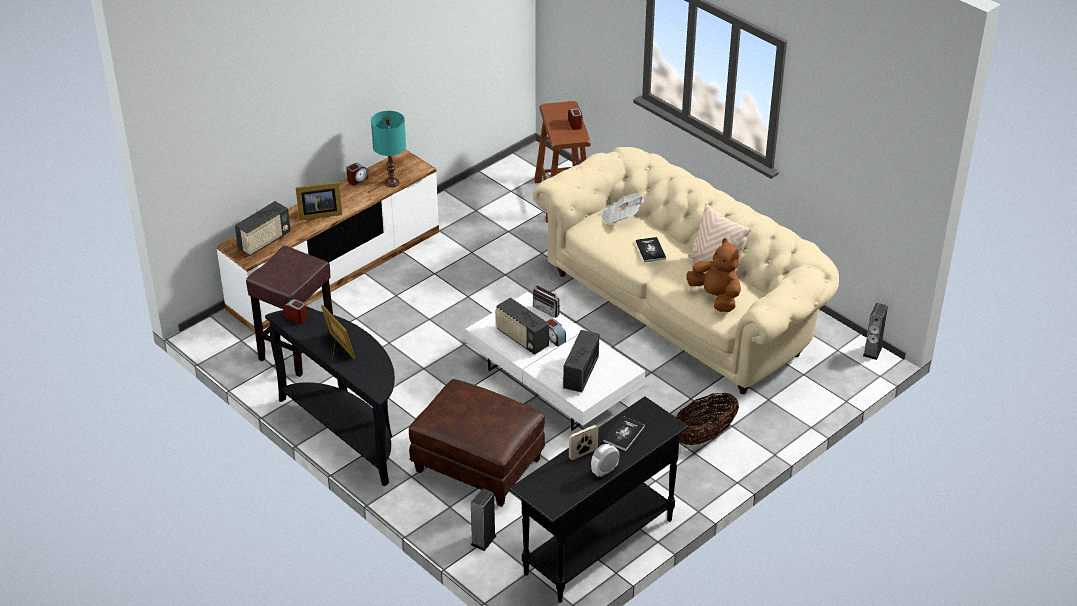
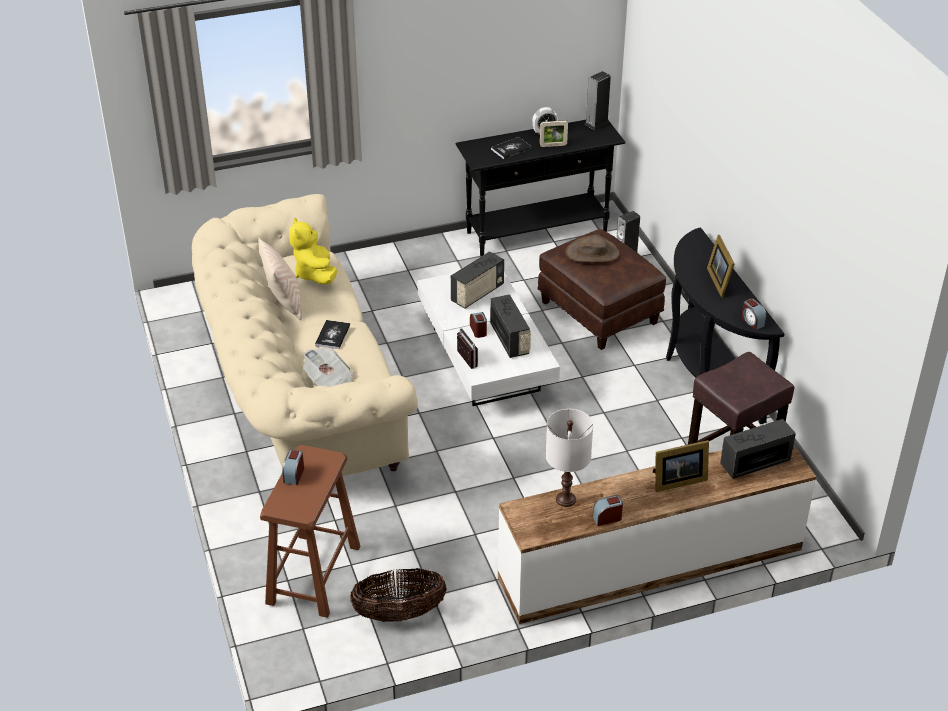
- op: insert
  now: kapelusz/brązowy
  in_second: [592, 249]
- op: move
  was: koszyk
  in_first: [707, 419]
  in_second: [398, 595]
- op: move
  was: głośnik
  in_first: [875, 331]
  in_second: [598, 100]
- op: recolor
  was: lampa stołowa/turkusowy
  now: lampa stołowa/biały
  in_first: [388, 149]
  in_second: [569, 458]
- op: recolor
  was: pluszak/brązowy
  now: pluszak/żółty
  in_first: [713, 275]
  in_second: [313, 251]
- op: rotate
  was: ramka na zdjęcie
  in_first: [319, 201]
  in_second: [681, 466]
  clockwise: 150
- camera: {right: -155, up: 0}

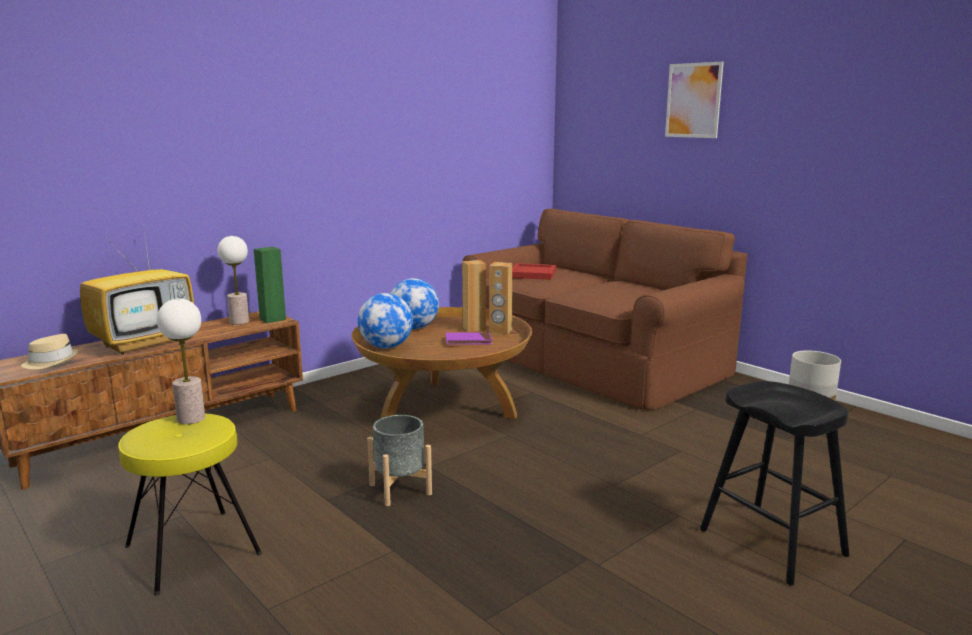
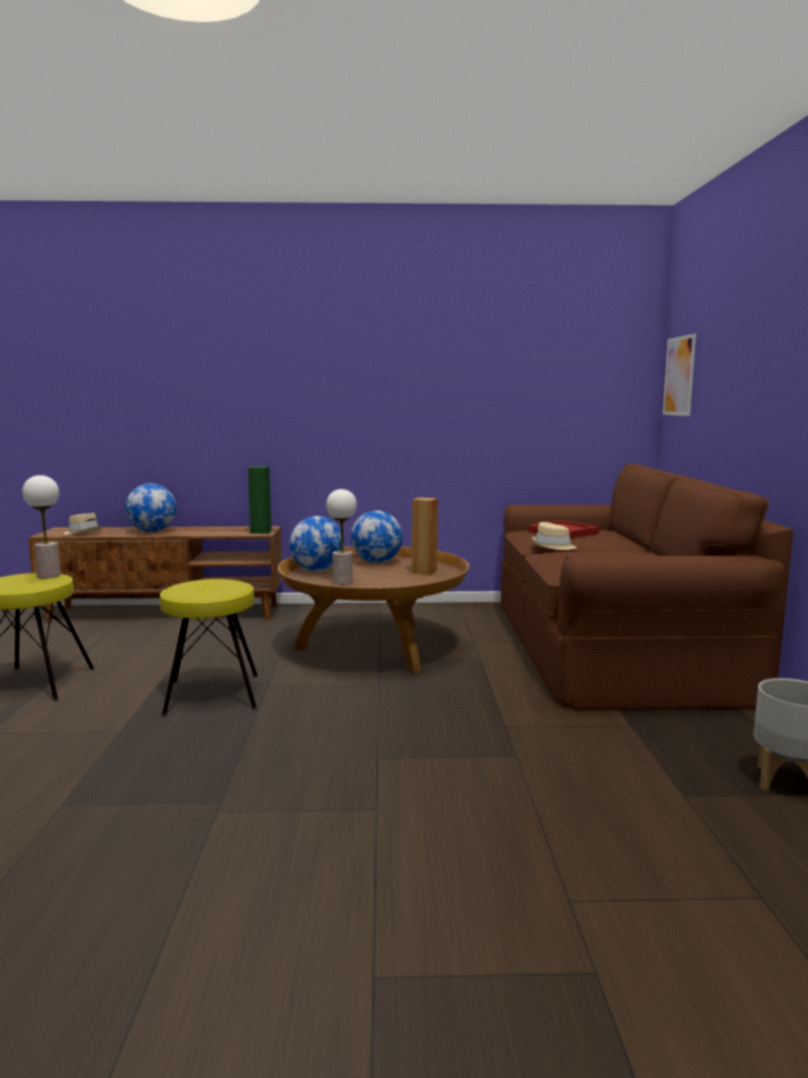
- op: delete
  was: książka/fioletowy
  in_first: [469, 338]
- op: delete
  was: głośnik/brązowy
  in_first: [500, 298]
- op: delete
  was: stołek/czarny
  in_first: [775, 483]
- op: insert
  now: kapelusz/beżowy
  in_second: [554, 536]
- op: move
  was: lampa stołowa
  in_first: [233, 280]
  in_second: [341, 537]
- op: move
  was: obraz
  in_first: [694, 100]
  in_second: [679, 375]
- op: replace
  was: telewizor
  now: globus
  in_first: [137, 290]
  in_second: [150, 507]
- op: replace
  was: donica/szary
  now: stołek/żółty
  in_first: [399, 460]
  in_second: [209, 647]
- camera: {right: 40, up: -5}

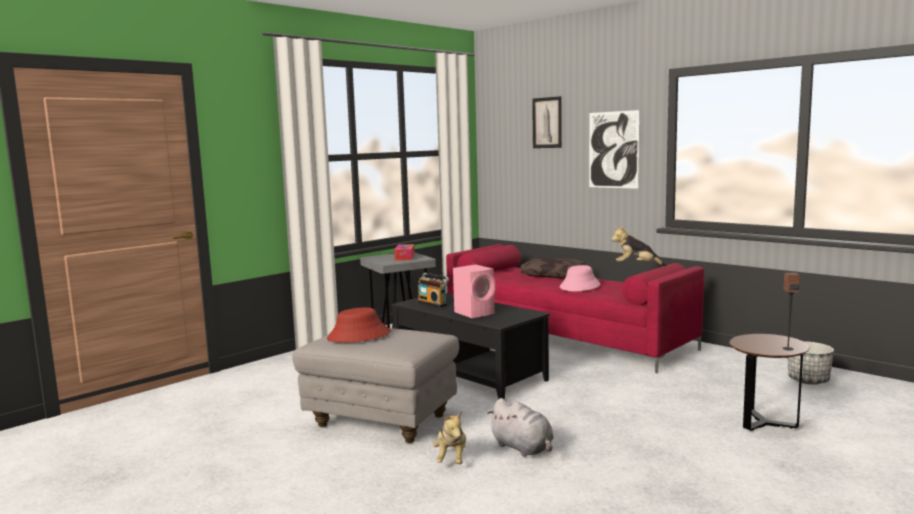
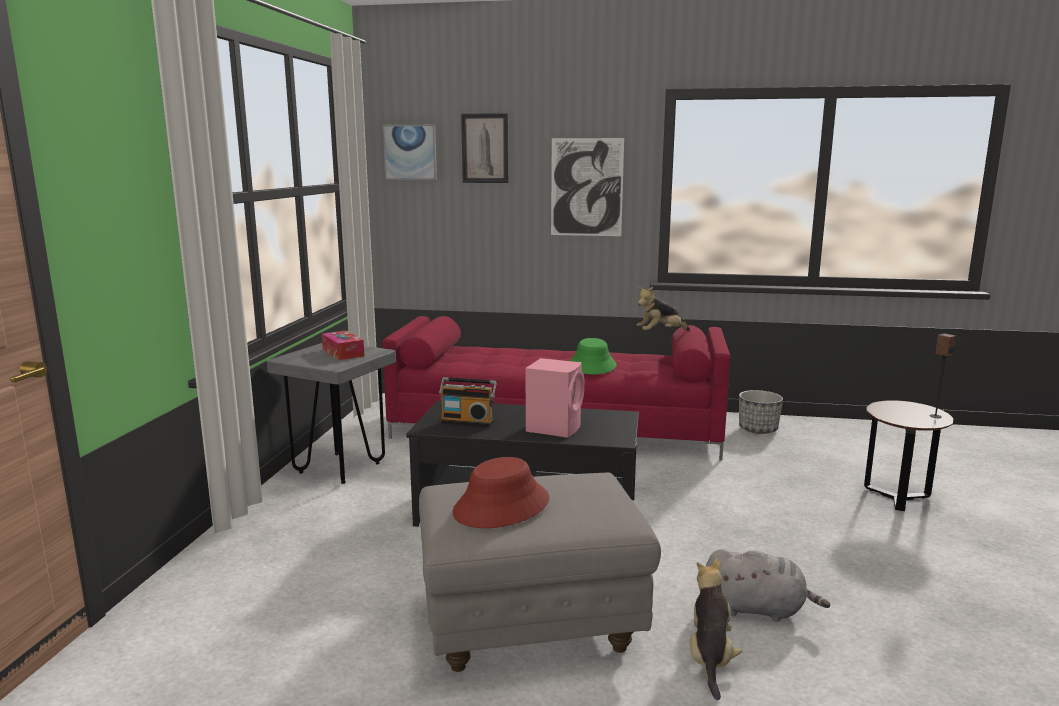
- op: delete
  was: poduszka/brązowy
  in_first: [553, 267]
- op: insert
  now: obraz
  in_second: [410, 152]
- op: move
  was: donica
  in_first: [811, 363]
  in_second: [761, 412]
- op: recolor
  was: kapelusz/różowy
  now: kapelusz/zielony
  in_first: [580, 278]
  in_second: [593, 356]
- op: rotate
  was: pluszak
  in_first: [449, 437]
  in_second: [716, 629]
  clockwise: -135
- camera: {right: -35, up: 5}

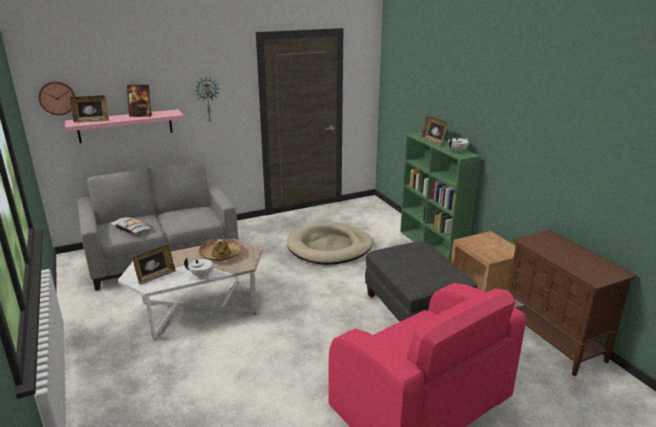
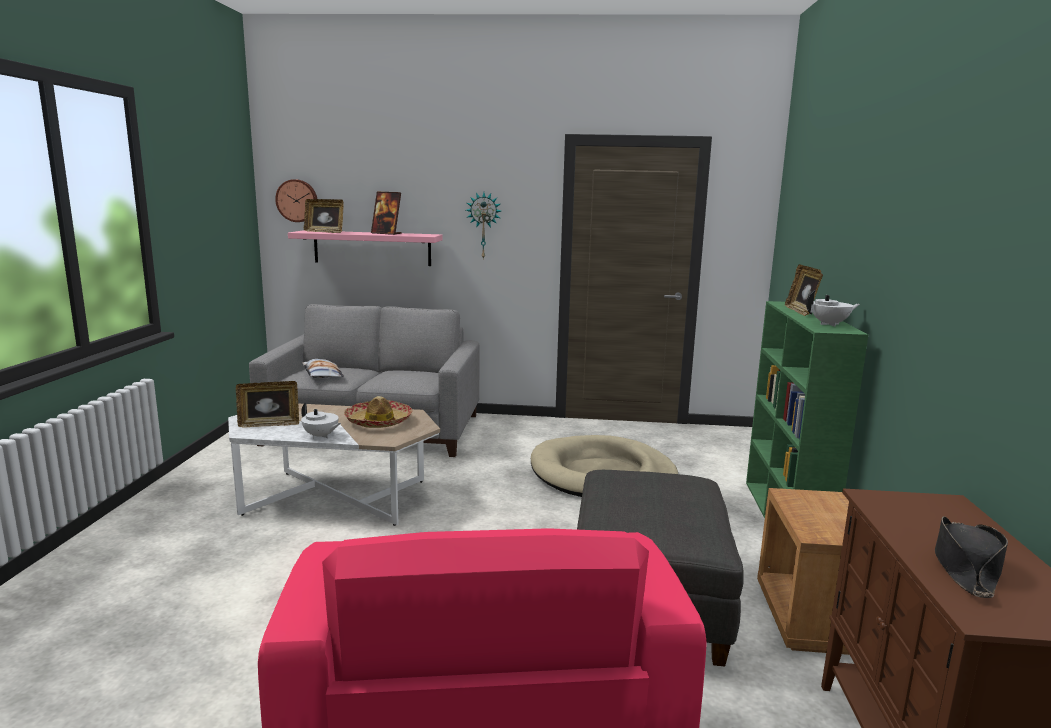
- op: insert
  now: kapelusz/czarny
  in_second: [971, 557]
- camera: {right: 30, up: -10}

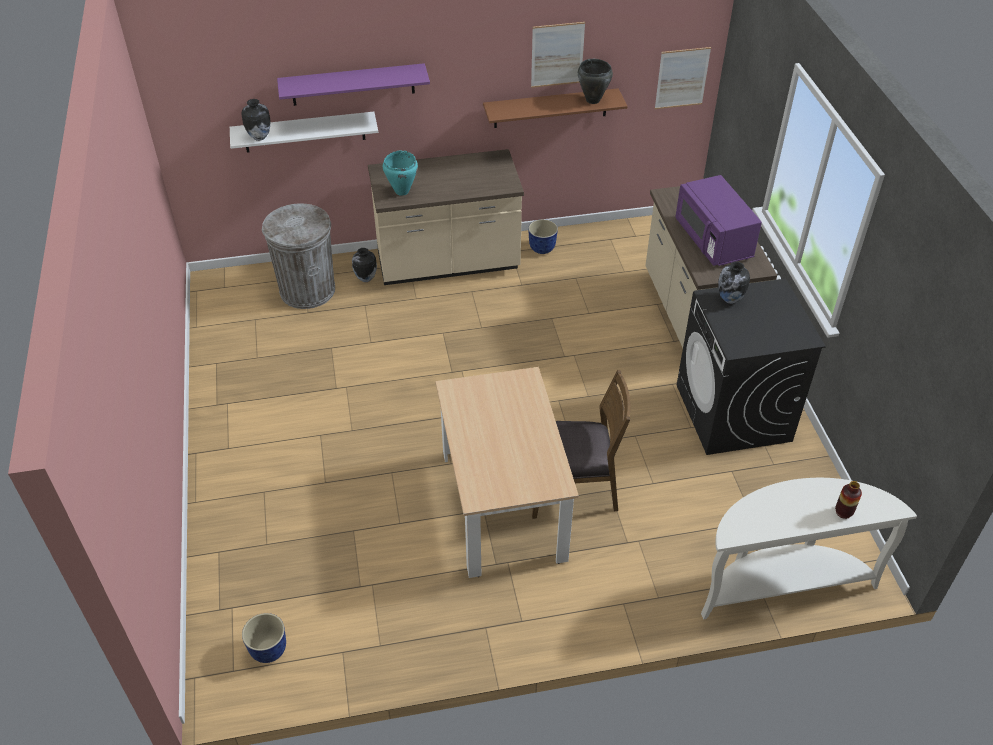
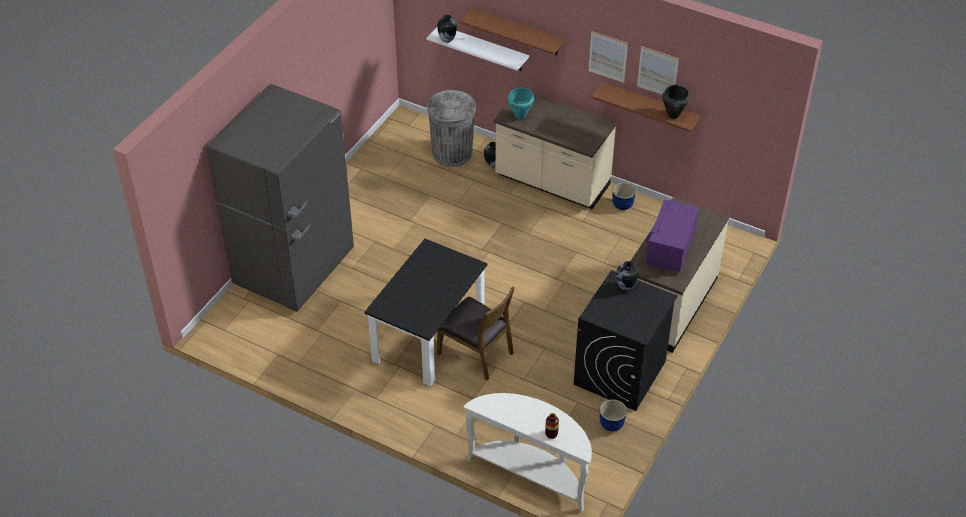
- op: insert
  now: lodówka/szary
  in_second: [280, 198]
- op: move
  was: donica
  in_first: [264, 638]
  in_second: [613, 415]
- op: move
  was: obraz
  in_first: [683, 78]
  in_second: [608, 57]
- op: recolor
  was: półka/fioletowy
  now: półka/brązowy
  in_first: [353, 84]
  in_second: [513, 31]
- op: recolor
  was: stół jadalny/beżowy
  now: stół jadalny/czarny
  in_first: [507, 472]
  in_second: [426, 313]
- camera: {right: 40, up: 0}

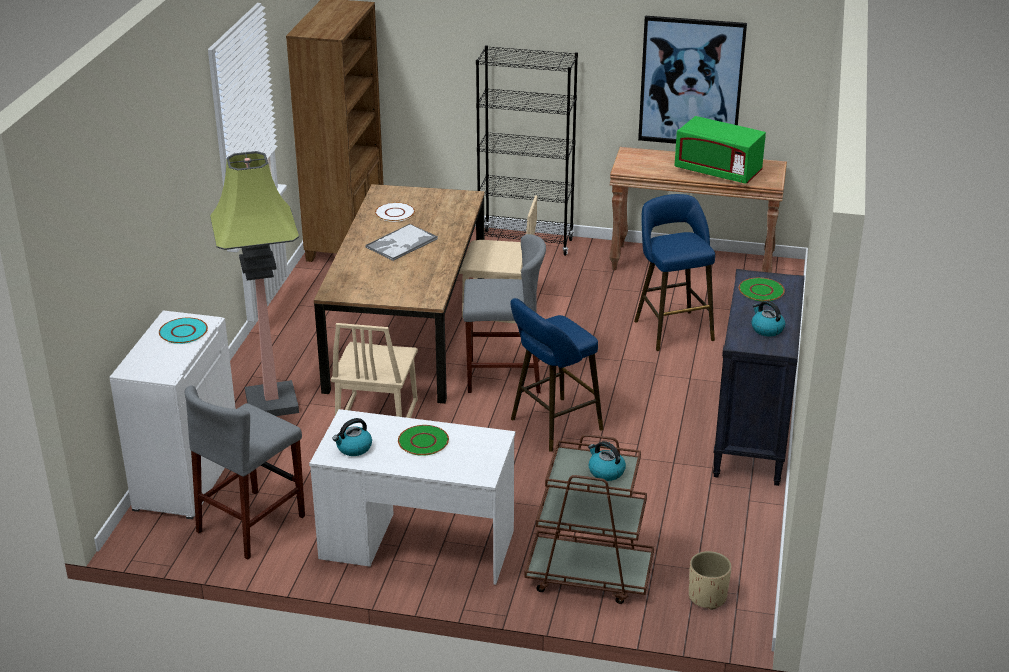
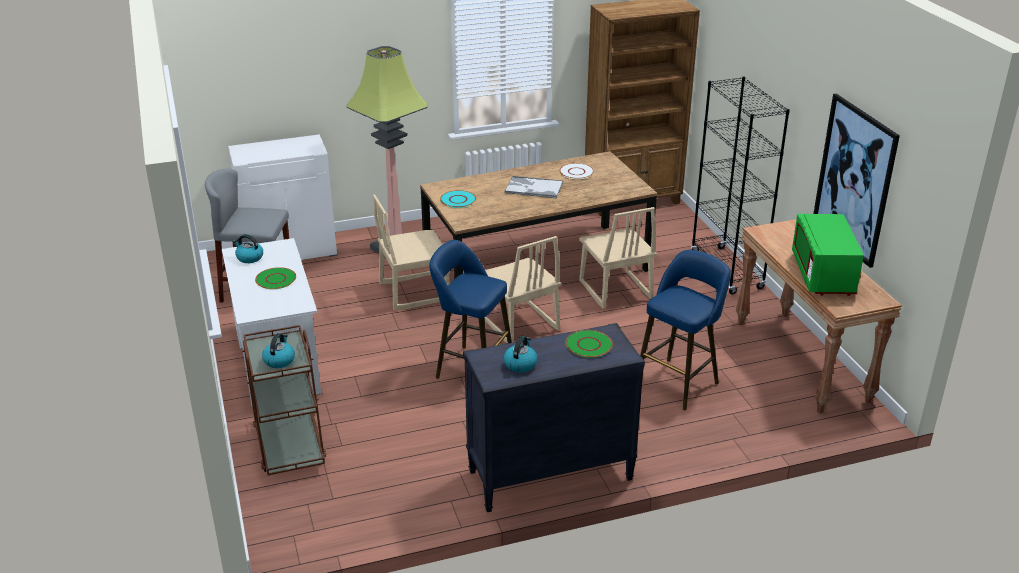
- op: delete
  was: donica/beżowy
  in_first: [710, 580]
- op: move
  was: talerz/turkusowy
  in_first: [183, 330]
  in_second: [458, 199]
- op: replace
  was: stołek/szary
  now: krzesło/beżowy
  in_first: [504, 313]
  in_second: [523, 289]
- camera: {right: 60, up: 0}

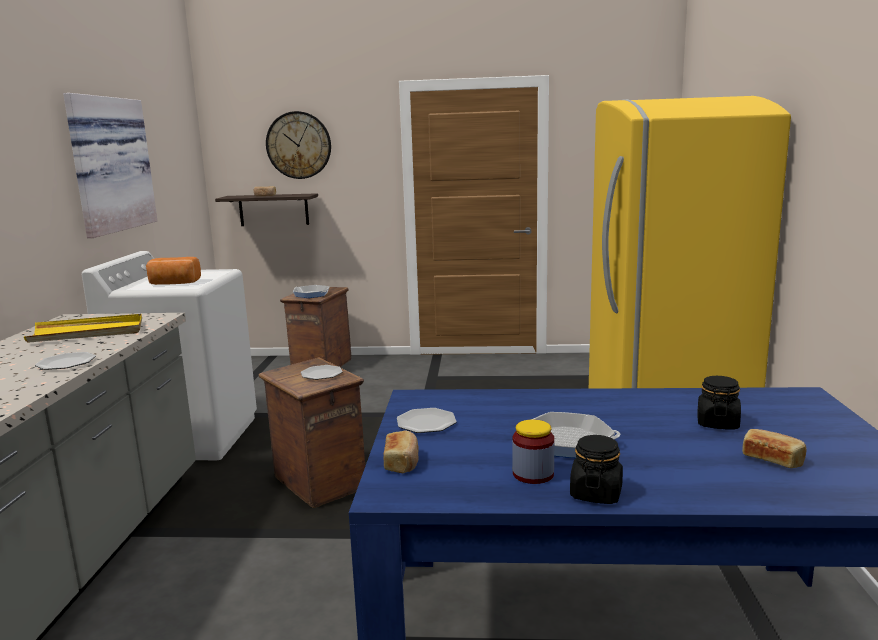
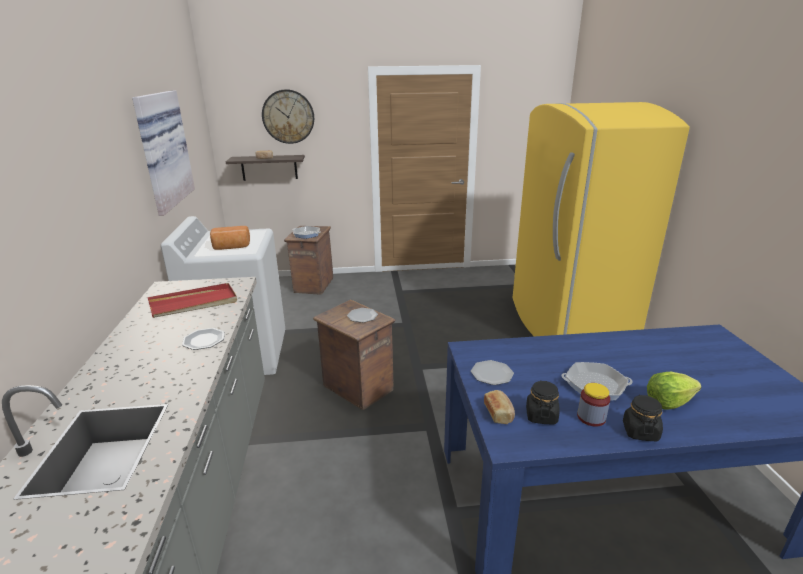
- op: delete
  was: chleb
  in_first: [774, 448]
- op: insert
  now: sałata
  in_second: [674, 391]
- op: move
  was: słoik/czarny
  in_first: [719, 403]
  in_second: [543, 403]
- op: recolor
  was: taca/żółty
  now: taca/czerwony
  in_first: [83, 328]
  in_second: [192, 300]
- camera: {right: -10, up: 10}

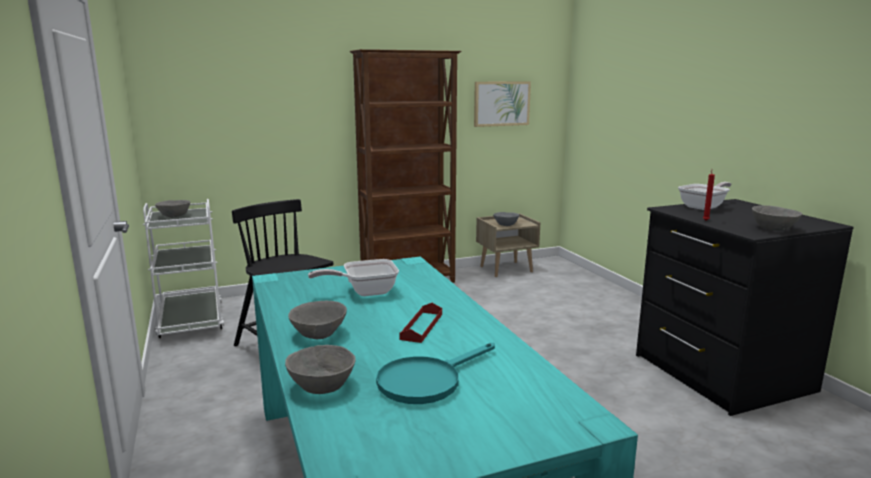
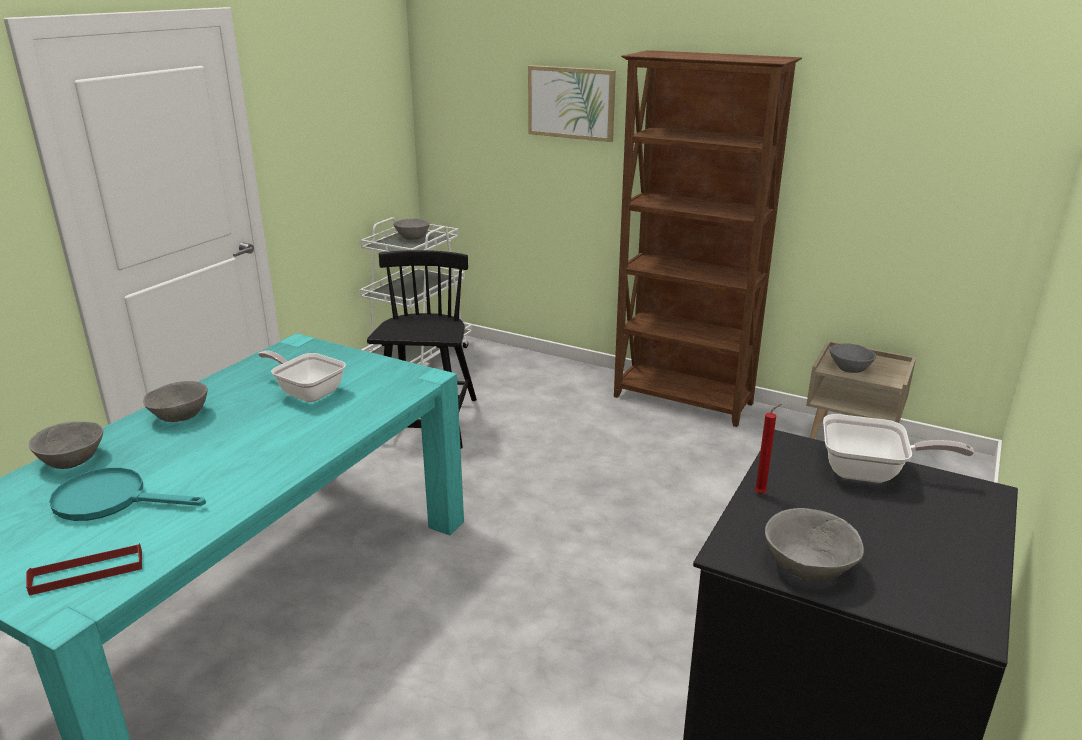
- op: move
  was: taca/czerwony
  in_first: [420, 323]
  in_second: [84, 569]
- op: move
  was: obraz
  in_first: [502, 104]
  in_second: [572, 103]
- camera: {right: 50, up: 10}

